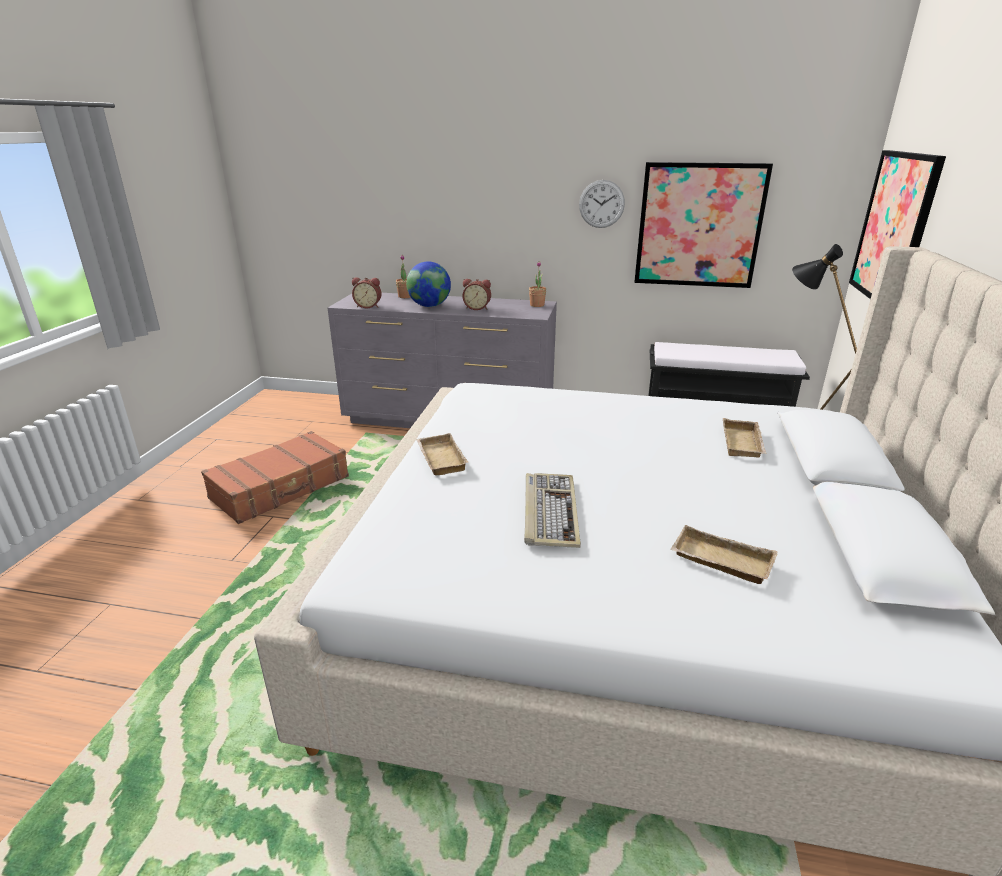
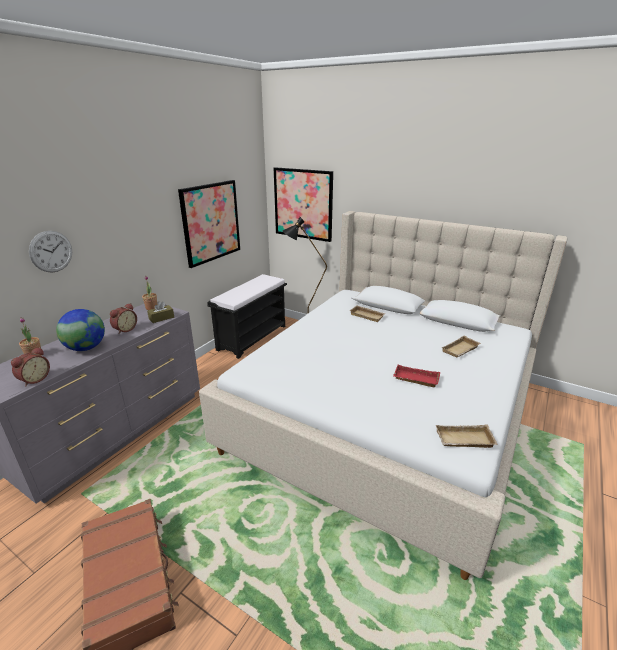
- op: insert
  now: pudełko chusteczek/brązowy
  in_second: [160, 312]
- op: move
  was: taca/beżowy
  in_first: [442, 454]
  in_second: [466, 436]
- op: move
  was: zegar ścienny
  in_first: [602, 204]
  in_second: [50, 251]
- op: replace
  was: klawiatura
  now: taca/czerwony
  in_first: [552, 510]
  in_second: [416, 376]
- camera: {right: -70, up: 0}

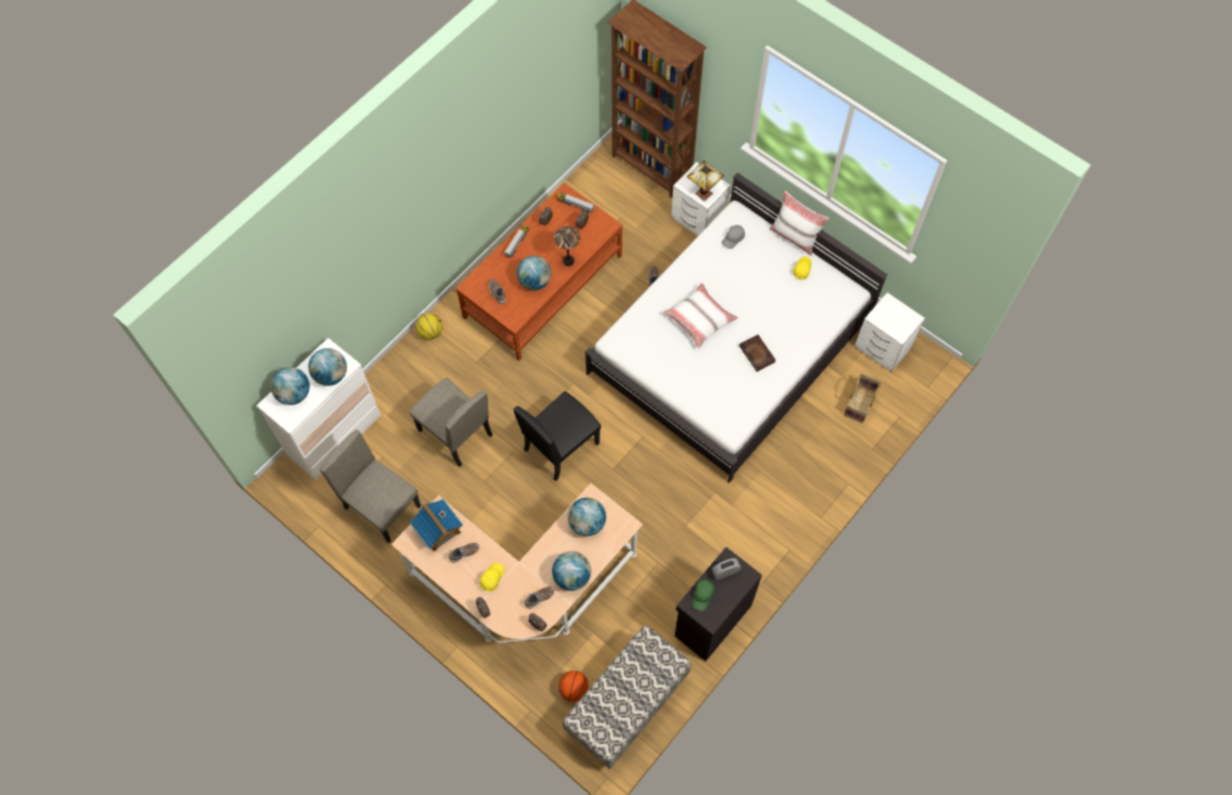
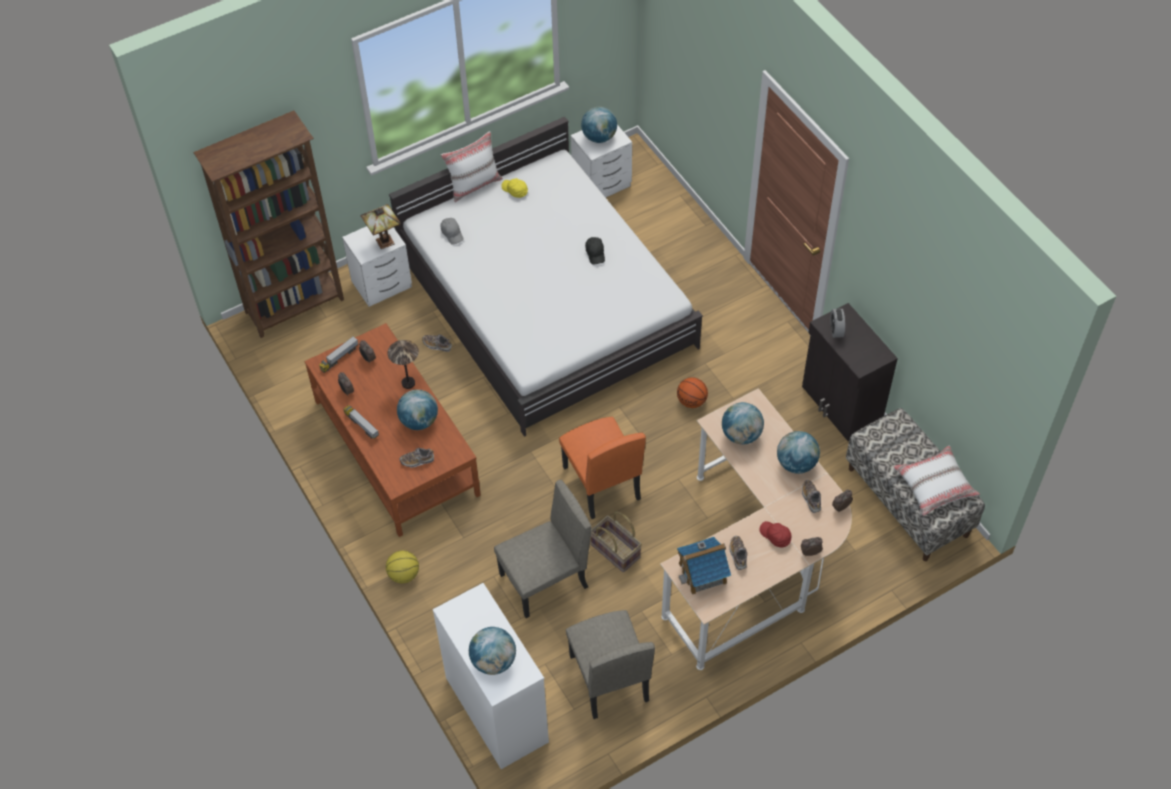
- op: delete
  was: czapka z daszkiem/zielony
  in_first: [703, 595]
- op: move
  was: globus
  in_first: [327, 367]
  in_second: [599, 124]
- op: move
  was: piłka do koszykówki
  in_first: [573, 686]
  in_second: [692, 392]
- op: move
  was: poduszka/biały
  in_first: [700, 315]
  in_second: [936, 481]
- op: move
  was: koszyk
  in_first: [863, 398]
  in_second: [616, 541]
- op: replace
  was: książka
  now: czapka z daszkiem/czarny
  in_first: [757, 353]
  in_second: [595, 251]
- op: recolor
  was: czapka z daszkiem/żółty
  now: czapka z daszkiem/czerwony
  in_first: [492, 577]
  in_second: [775, 534]
- op: recolor
  was: krzesło/czarny
  now: krzesło/pomarańczowy
  in_first: [557, 436]
  in_second: [602, 468]
- op: rotate
  was: krzesło/beżowy
  in_first: [370, 486]
  in_second: [610, 664]
  clockwise: -75
- camera: {right: -70, up: -10}

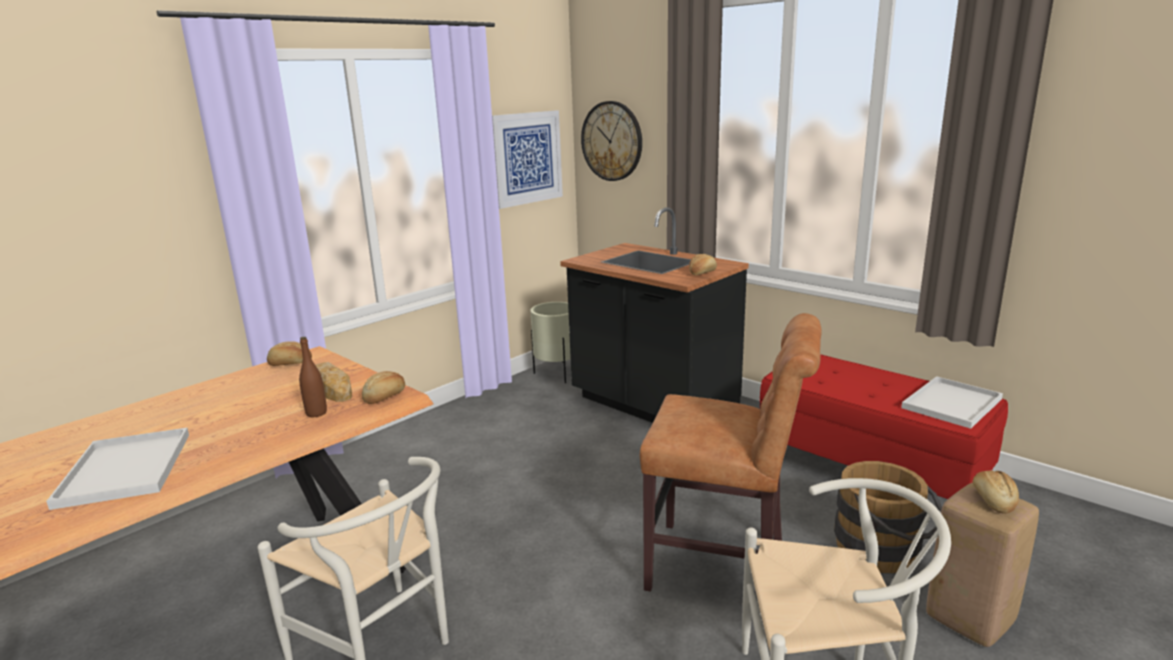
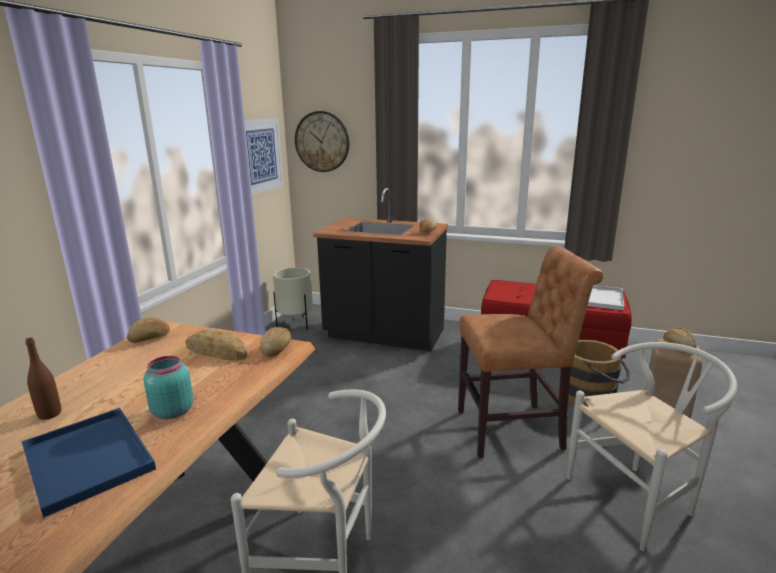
- op: insert
  now: słoik/turkusowy
  in_second: [168, 387]
- op: move
  was: butelka/brązowy
  in_first: [313, 377]
  in_second: [43, 378]
- op: recolor
  was: taca/biały
  now: taca/niebieski
  in_first: [117, 469]
  in_second: [88, 463]
- camera: {right: -25, up: 0}

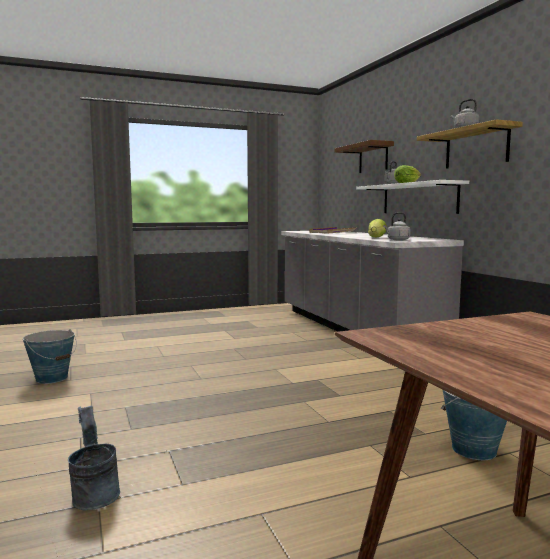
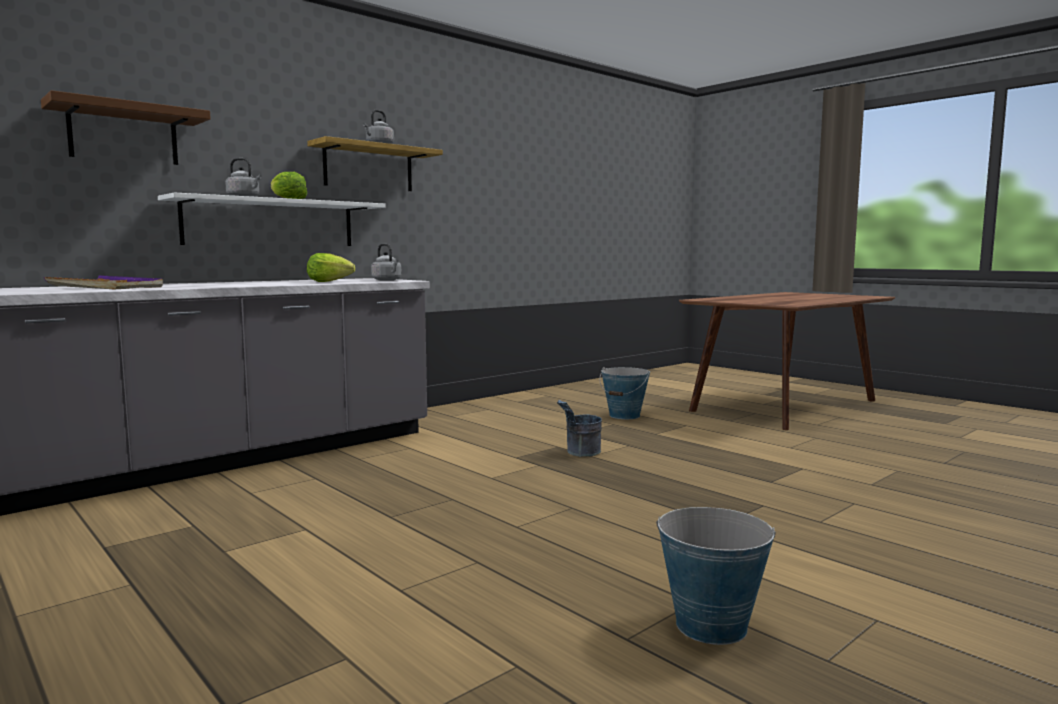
- op: move
  was: wiadro/szary
  in_first: [94, 457]
  in_second: [579, 428]
- camera: {right: -110, up: 0}

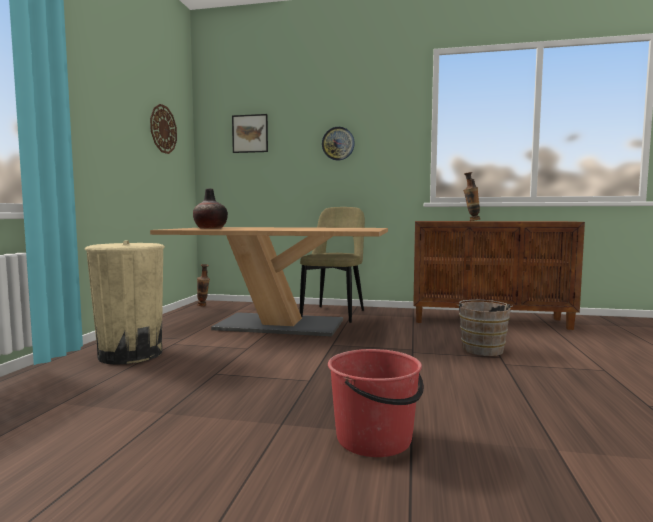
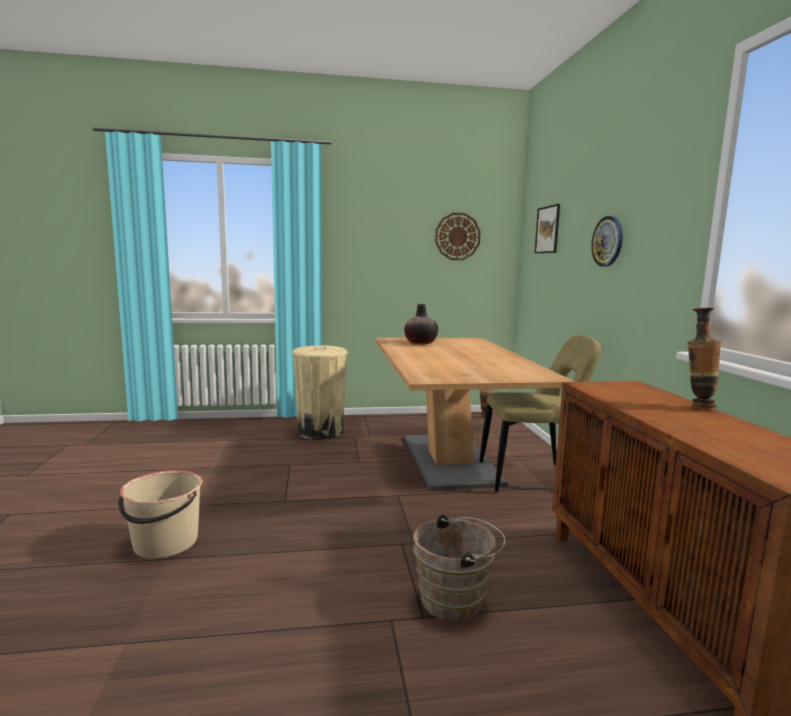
- op: recolor
  was: wiadro/czerwony
  now: wiadro/beżowy
  in_first: [376, 403]
  in_second: [160, 514]
- camera: {right: 70, up: 5}

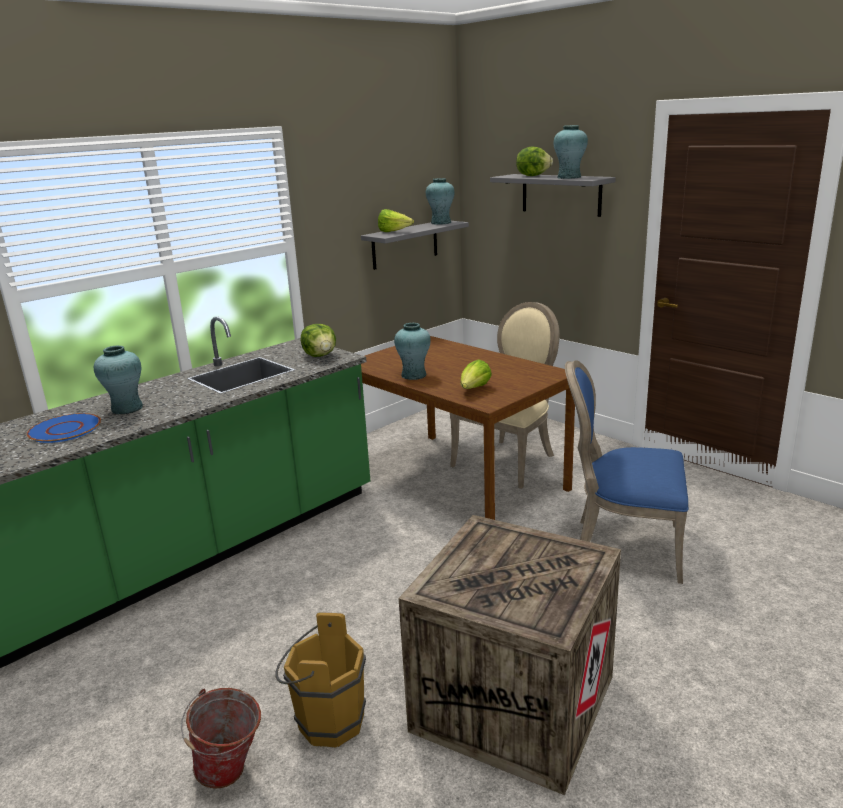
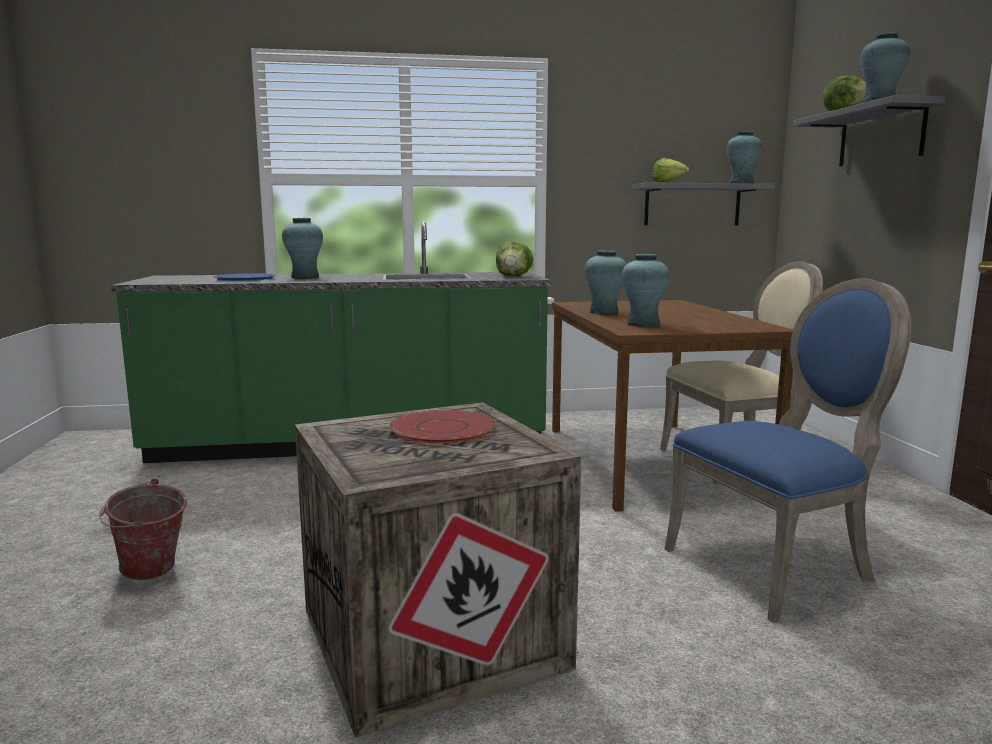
- op: delete
  was: wiadro/brązowy
  in_first: [320, 680]
- op: insert
  now: talerz/czerwony
  in_second: [442, 427]
- op: replace
  was: sałata
  now: wazon/turkusowy
  in_first: [476, 374]
  in_second: [645, 290]
- op: rotate
  was: krzesło/niebieski
  in_first: [626, 472]
  in_second: [788, 450]
  clockwise: 105
- camera: {right: 35, up: -10}

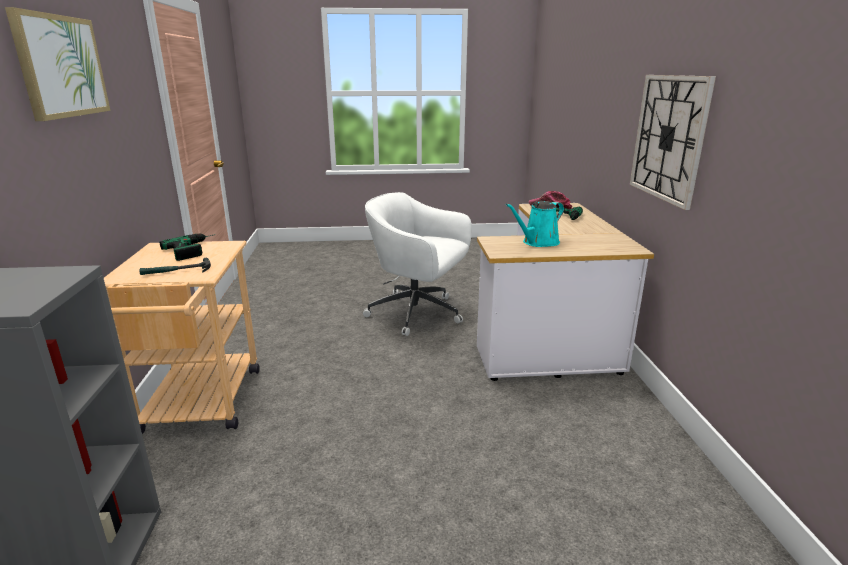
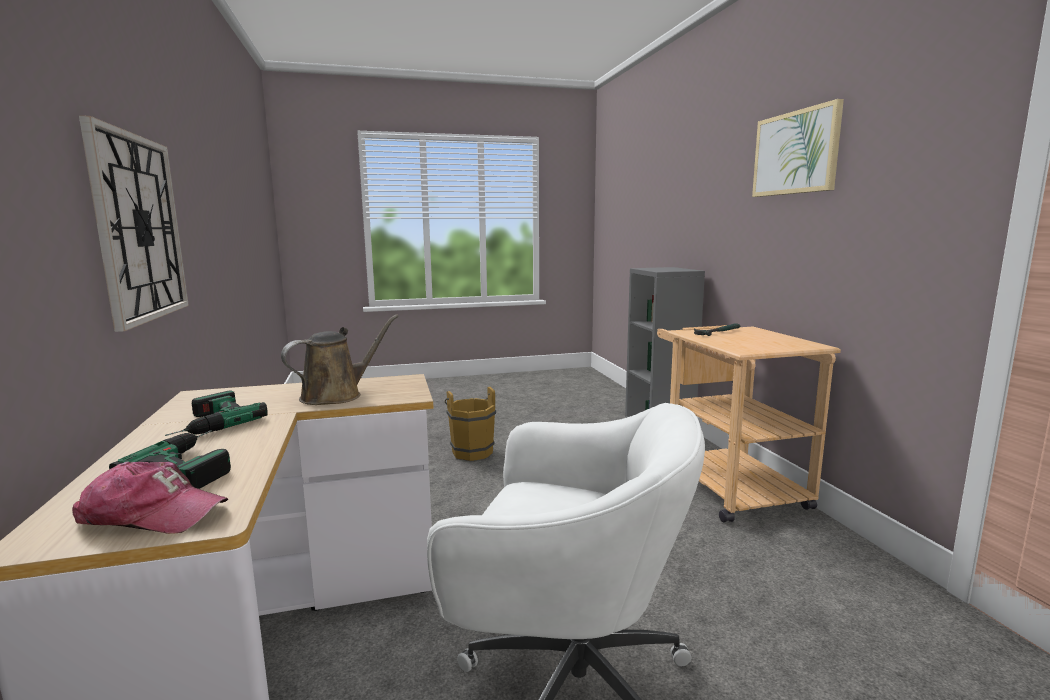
- op: insert
  now: wiadro/brązowy
  in_second: [470, 424]
- op: move
  was: wiertarka
  in_first: [188, 247]
  in_second: [216, 413]
- op: recolor
  was: konewka/turkusowy
  now: konewka/brązowy
  in_first: [535, 224]
  in_second: [339, 359]
- camera: {right: 170, up: -10}

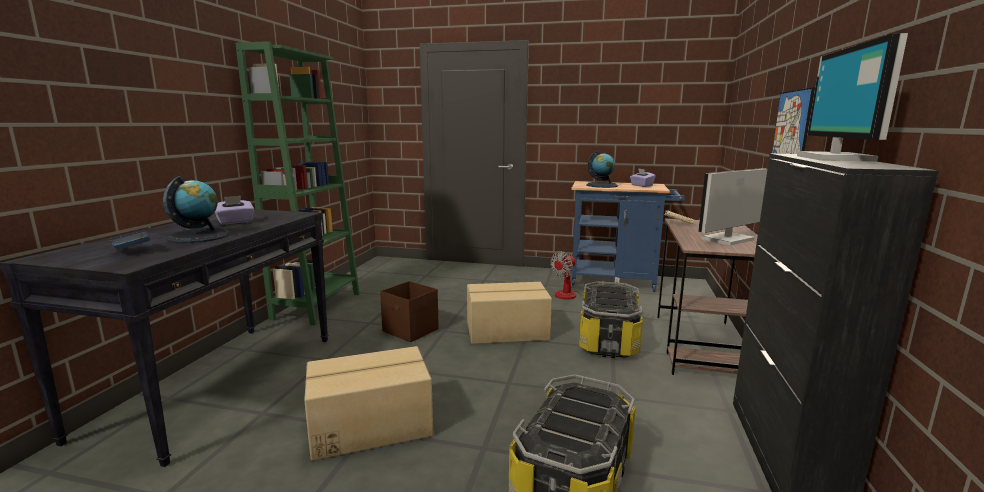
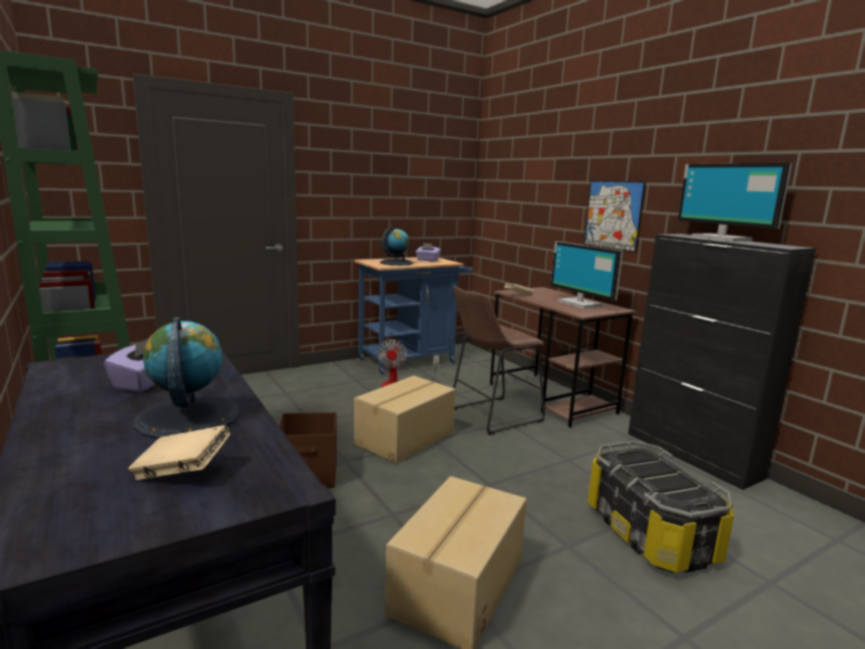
- op: replace
  was: pojemnik do przechowywania
  now: stołek/brązowy
  in_first: [611, 319]
  in_second: [499, 360]
- op: recolor
  was: książka/niebieski
  now: książka/beżowy
  in_first: [130, 240]
  in_second: [179, 452]
- op: rotate
  was: monitor
  in_first: [732, 207]
  in_second: [587, 275]
  clockwise: -45
- camera: {right: -45, up: 0}

